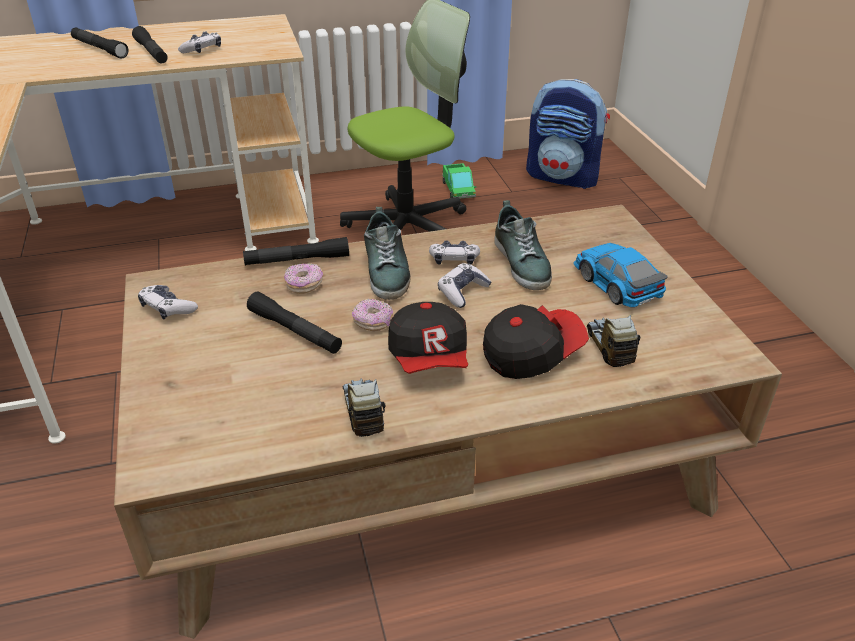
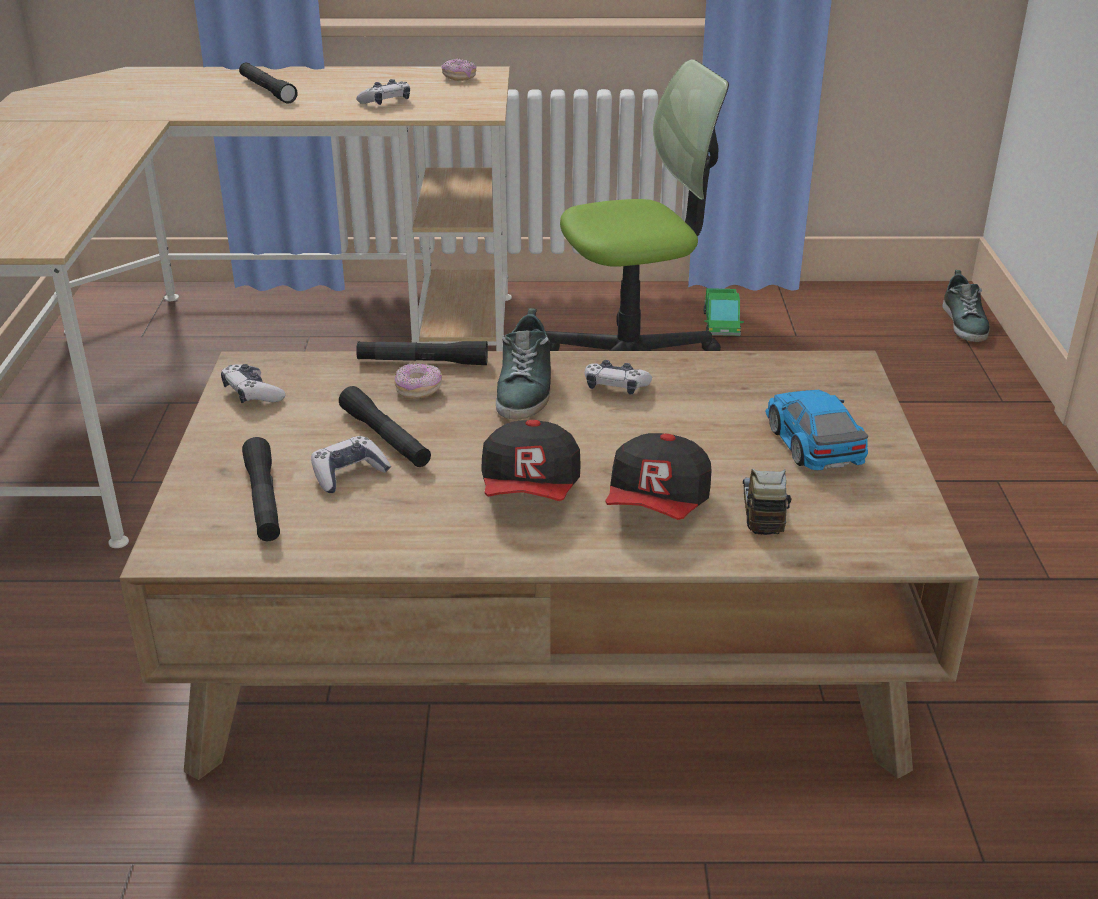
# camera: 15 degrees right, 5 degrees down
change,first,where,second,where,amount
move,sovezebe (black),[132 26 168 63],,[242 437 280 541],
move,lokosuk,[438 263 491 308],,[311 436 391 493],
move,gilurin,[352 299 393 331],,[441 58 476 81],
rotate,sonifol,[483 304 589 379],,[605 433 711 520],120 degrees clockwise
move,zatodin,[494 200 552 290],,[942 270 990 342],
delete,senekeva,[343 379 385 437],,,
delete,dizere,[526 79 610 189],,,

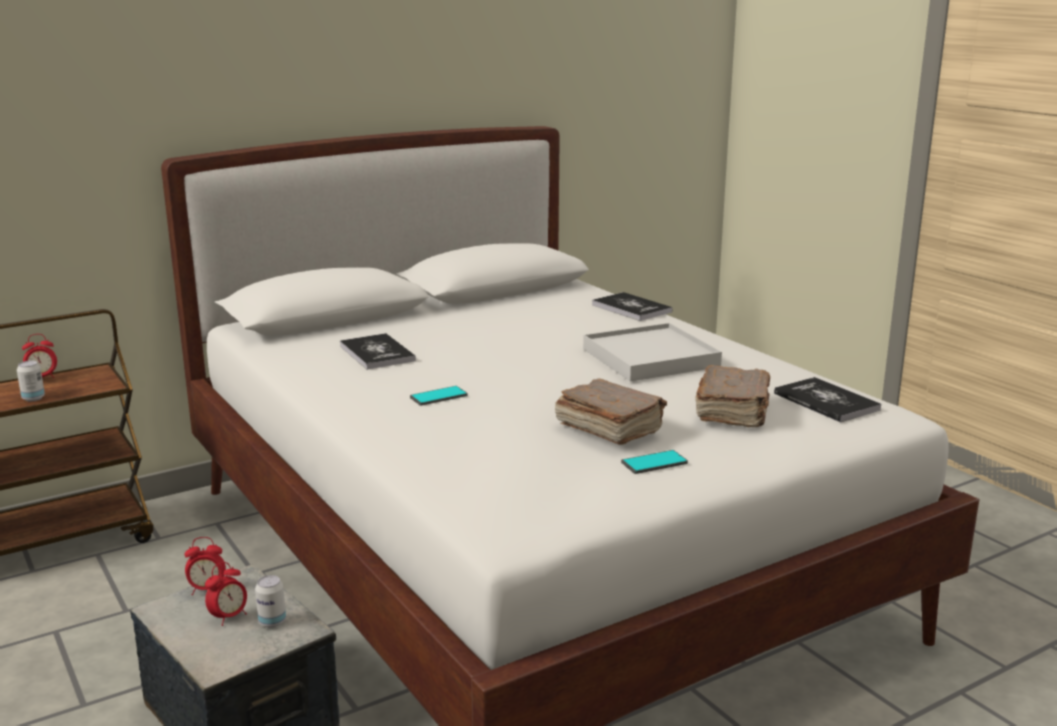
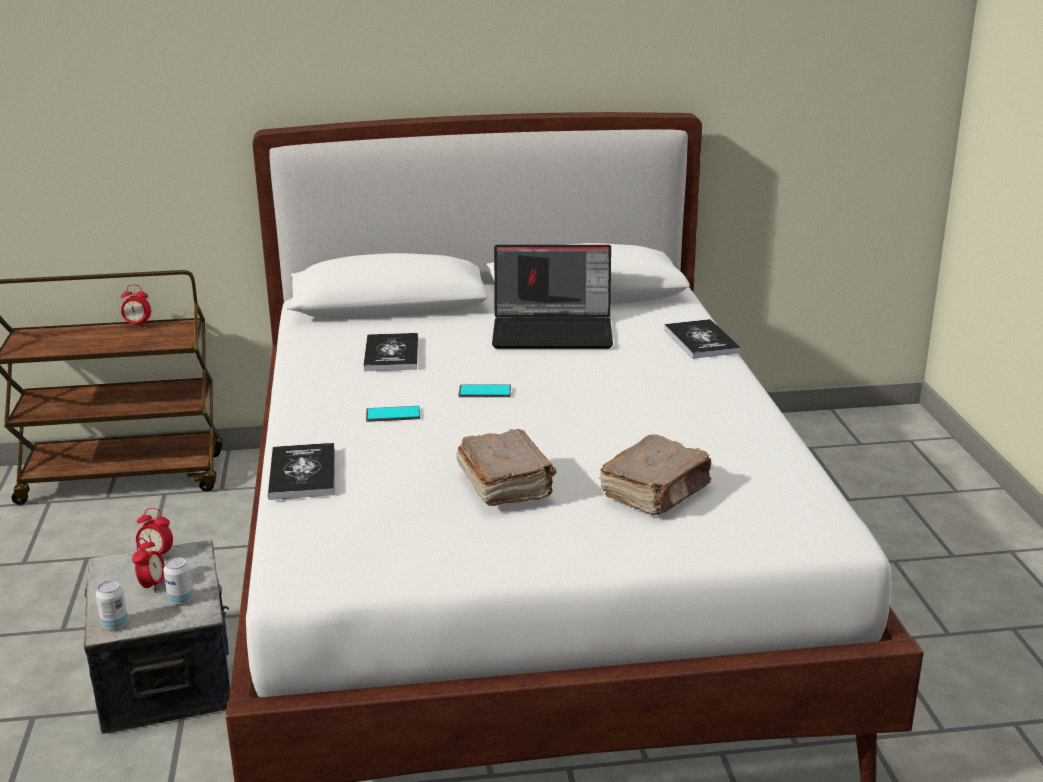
# camera: 25 degrees right, 5 degrees up
change,first,where,second,where,amount
move,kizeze,[17 360 45 401],,[96 581 128 630],
rotate,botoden,[205 562 247 626],,[132 538 165 593],60 degrees counterclockwise
move,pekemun,[774 377 882 422],,[268 443 335 500],
move,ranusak,[621 450 688 474],,[459 384 511 397],
insert,,,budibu,[492 245 613 349],
delete,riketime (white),[583 323 722 381],,,

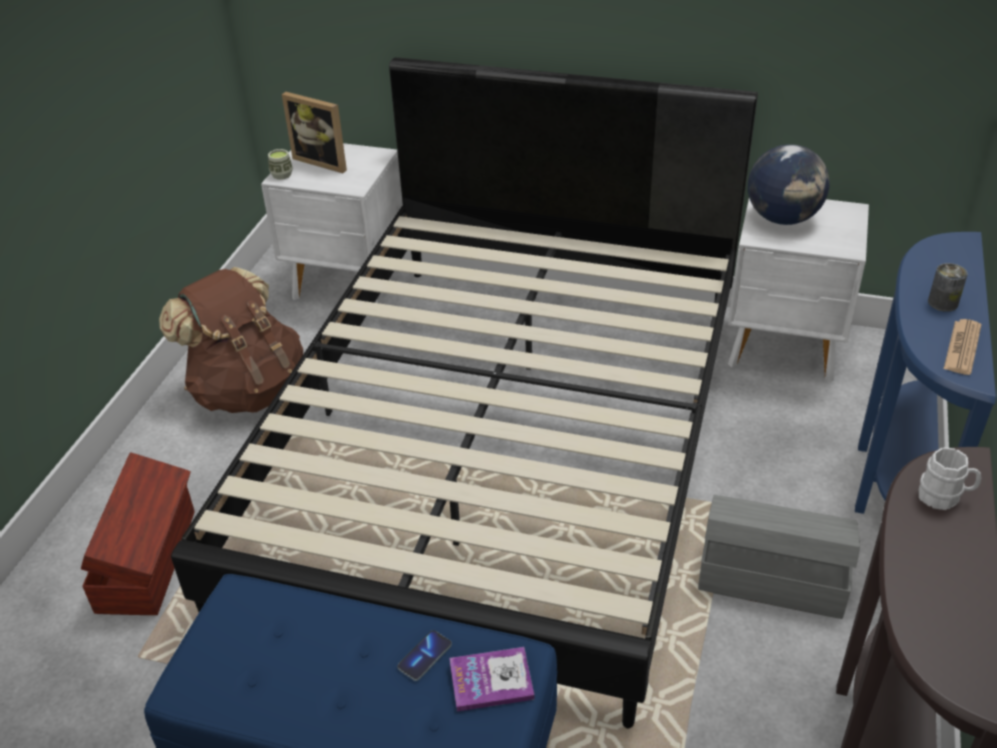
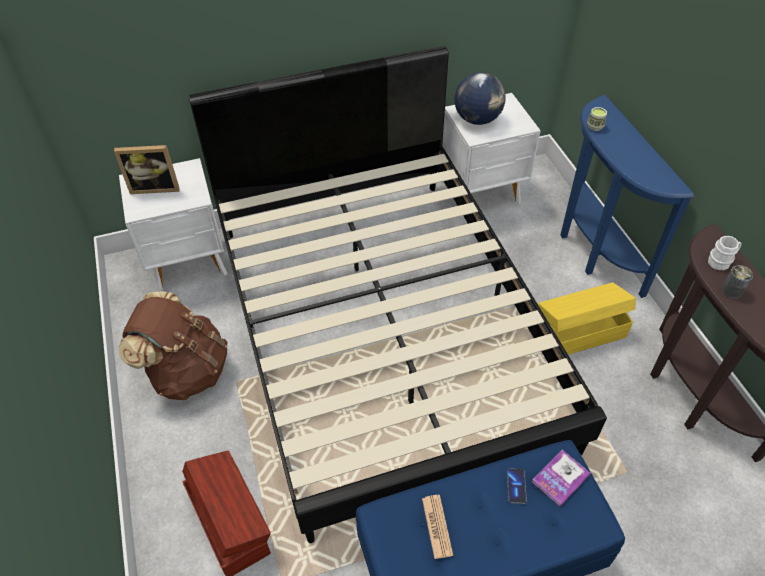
# camera: 35 degrees left, 10 degrees up
change,first,where,second,where,amount
move,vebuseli,[944 319 982 375],,[422 495 453 559],
recolor,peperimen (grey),[698 495 860 619],peperimen (yellow),[538 282 636 355],
move,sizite,[268 149 293 180],,[587 107 607 131],
move,kizeze,[928 263 968 312],,[721 265 753 299],

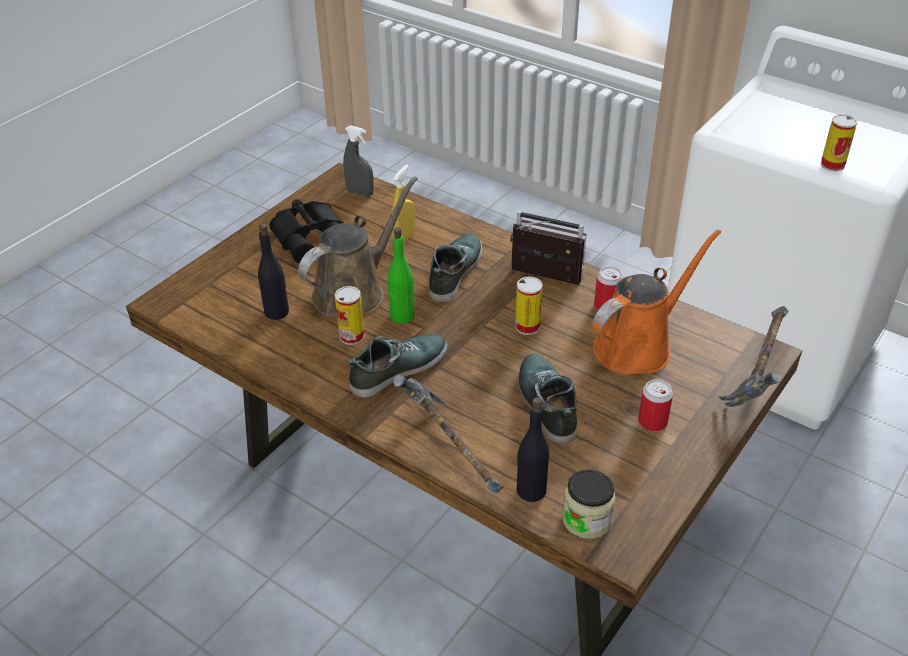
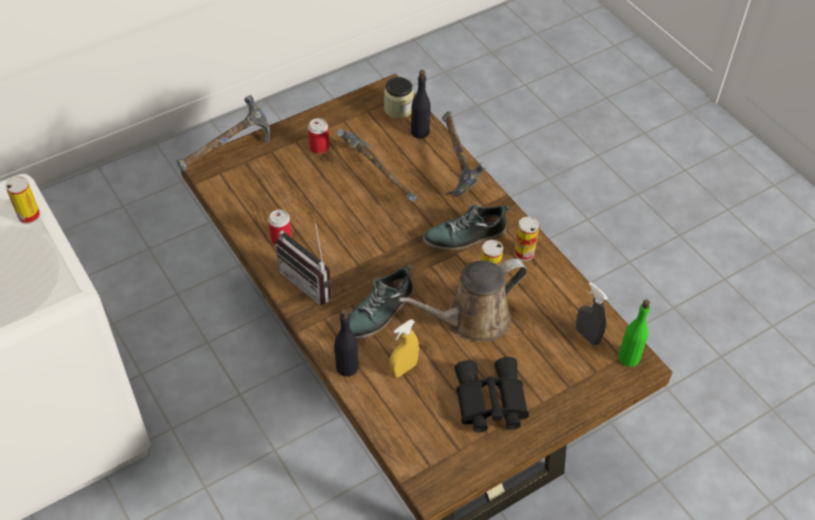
# camera: 160 degrees left, 10 degrees up
change,first,where,second,where,amount
move,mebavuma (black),[258 224 289 320],,[334 309 358 377],
replace,zatodin,[518 354 577 444],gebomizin,[336 129 418 202],
move,kizeze,[515 277 543 335],,[514 216 539 261],
move,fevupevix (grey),[343 125 374 197],,[576 282 608 345],
move,mebavuma (green),[388 227 415 324],,[618 300 650 367],
delete,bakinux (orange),[593 229 721 375],,,

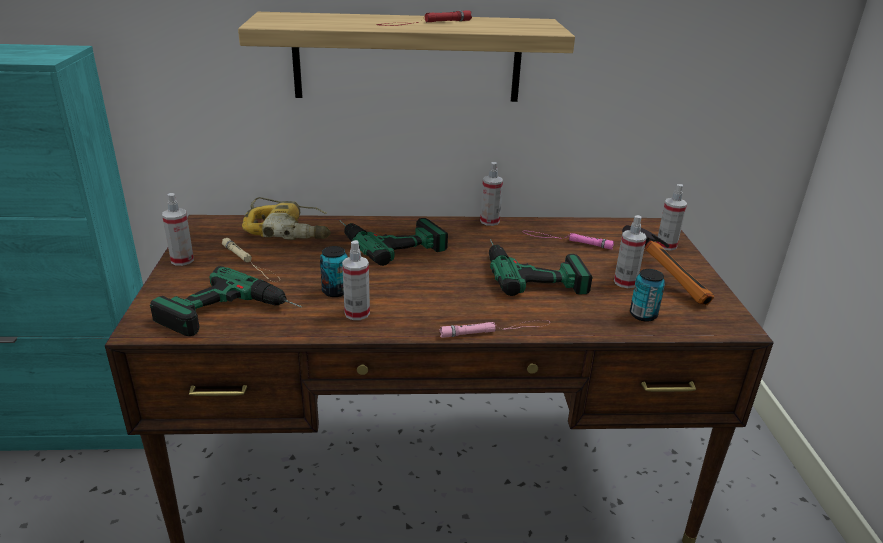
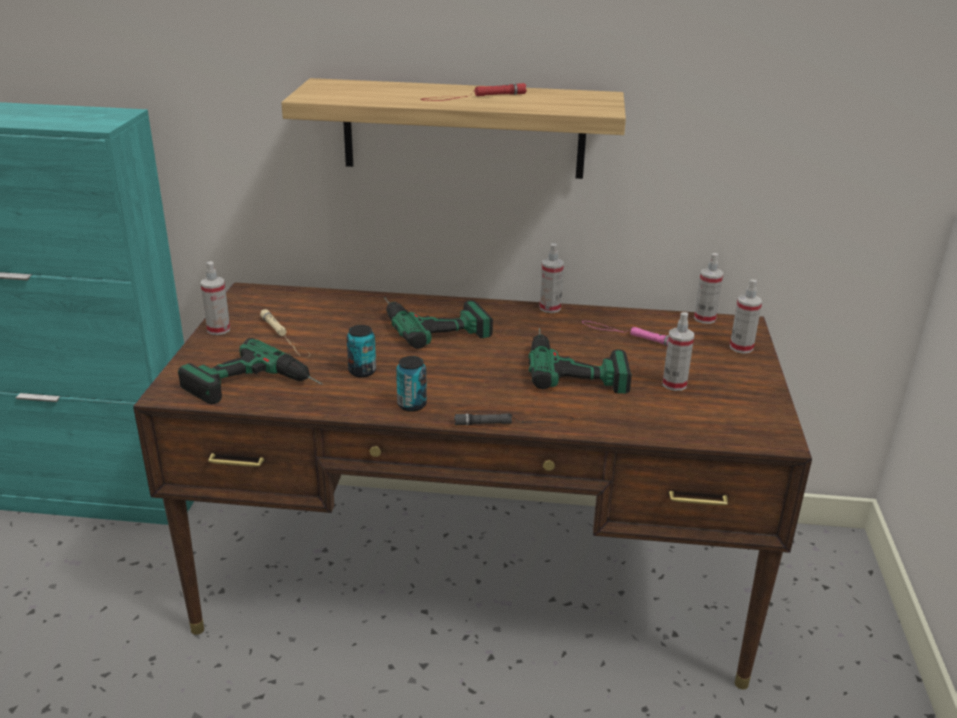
# camera: 10 degrees right, 0 degrees up
change,first,where,second,where,amount
move,kizeze,[630 269 665 322],,[396 356 427 412],
recolor,sovezebe (pink),[439 320 550 338],sovezebe (black),[454 413 573 426],
move,fevupevix,[342 240 370 320],,[694 253 723 324],
delete,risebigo,[242 197 331 240],,,
delete,gebomizin,[622 225 714 305],,,

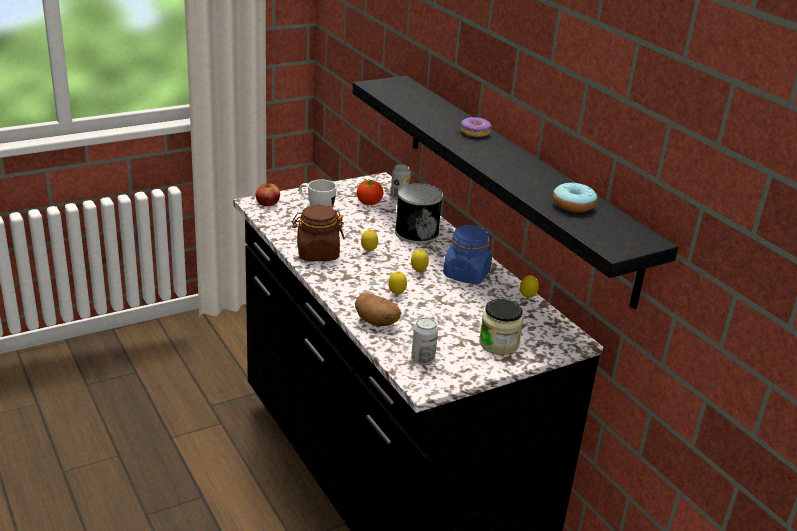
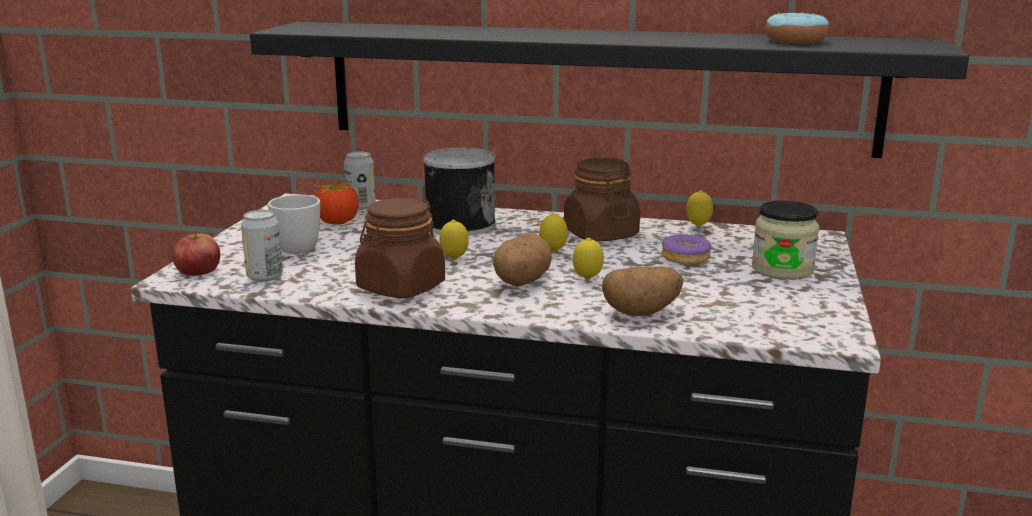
# camera: 45 degrees left, 10 degrees down
change,first,where,second,where,amount
move,kizeze,[411 317 438 365],,[241 210 283 282],
insert,,,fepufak,[493 233 552 287],
recolor,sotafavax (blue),[443 225 492 284],sotafavax (brown),[564 158 640 242],
move,gilurin,[461 117 492 137],,[662 234 711 265],

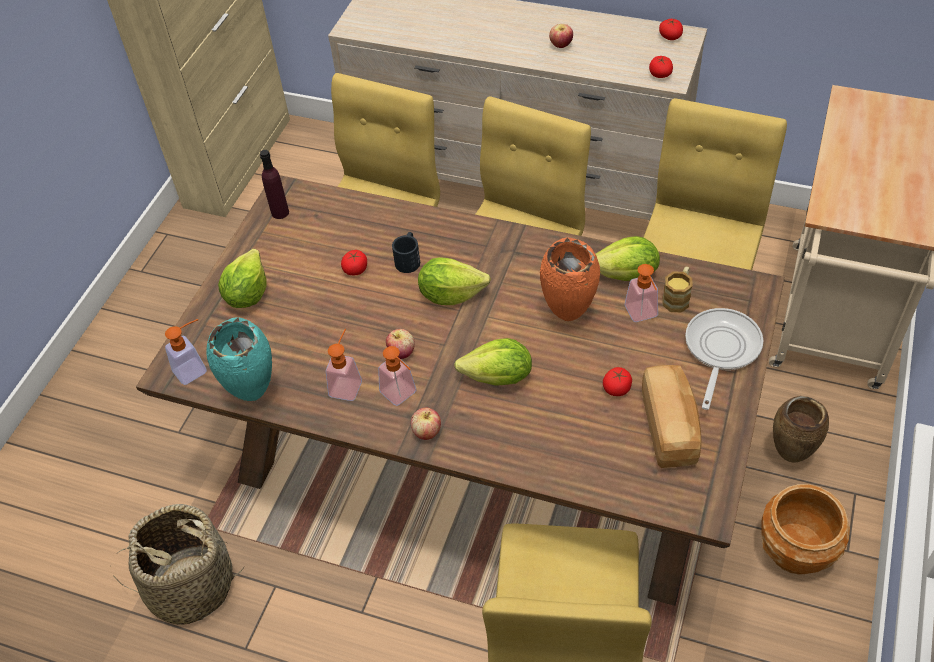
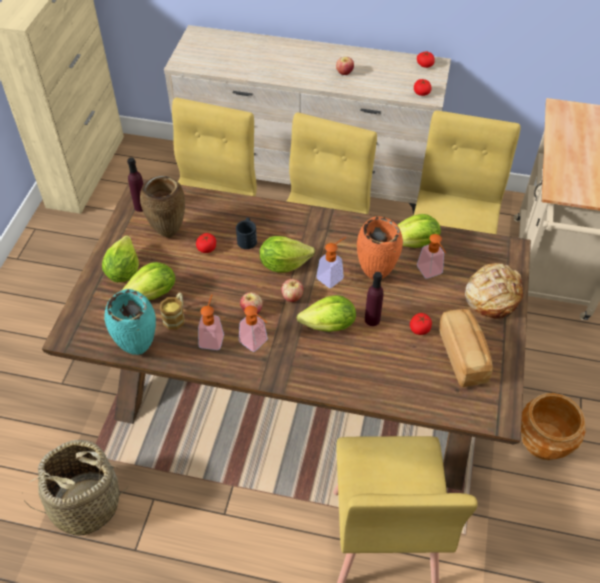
# camera: 10 degrees left, 0 degrees up
change,first,where,second,where,amount
insert,,,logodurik,[121 262 175 300],
move,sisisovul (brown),[773 396 829 462],,[140 176 185 238],
move,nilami,[662 266 693 312],,[160 292 185 329],
move,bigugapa,[411 408 441 440],,[281 279 303 302],
move,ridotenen,[165 319 207 385],,[316 237 346 288],
insert,,,mebavuma (purple),[365 272 384 326],
replace,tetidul,[685 308 763 410],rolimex,[465 263 523 319],

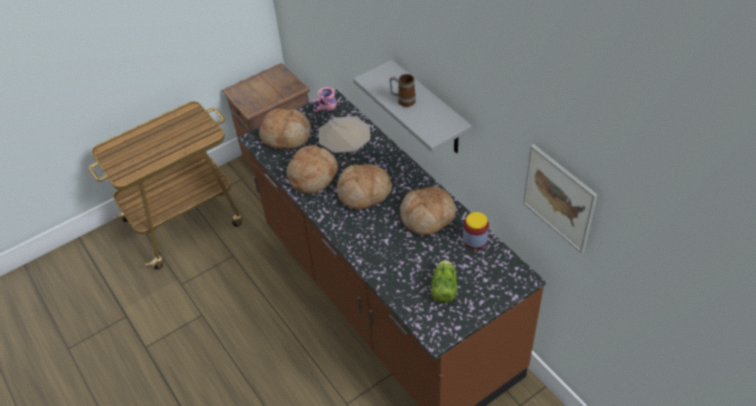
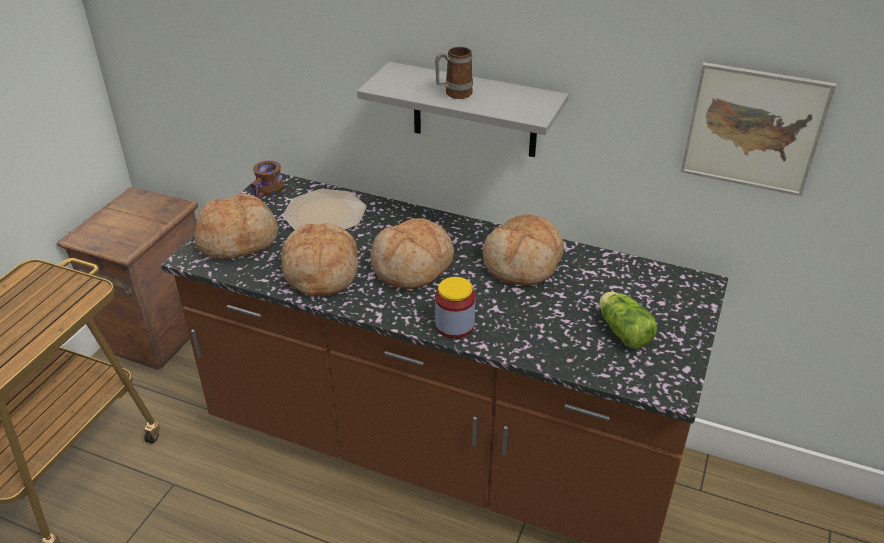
# camera: 35 degrees left, 10 degrees down
change,first,where,second,where,amount
recolor,nilami (pink),[312 87 337 112],nilami (brown),[251 161 284 199],
move,sotafavax,[463 212 489 249],,[435 277 475 338],

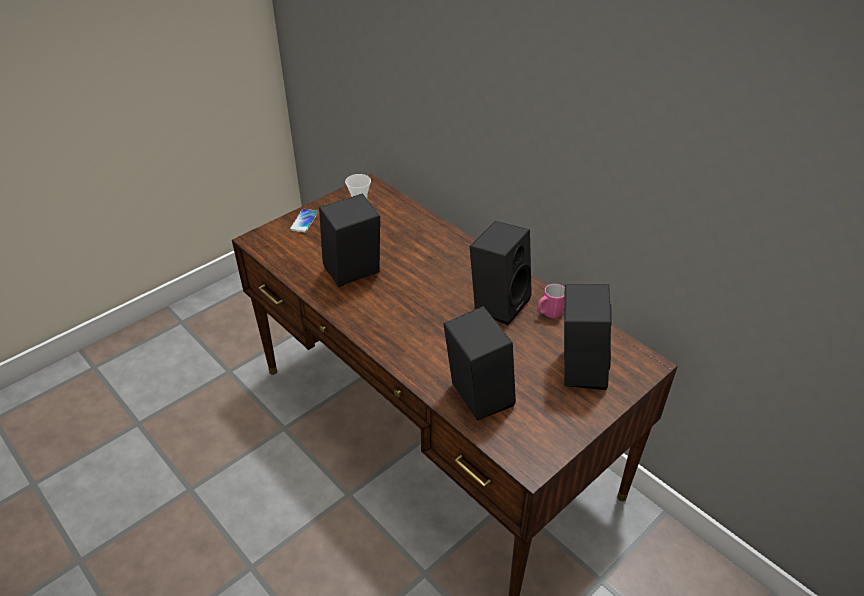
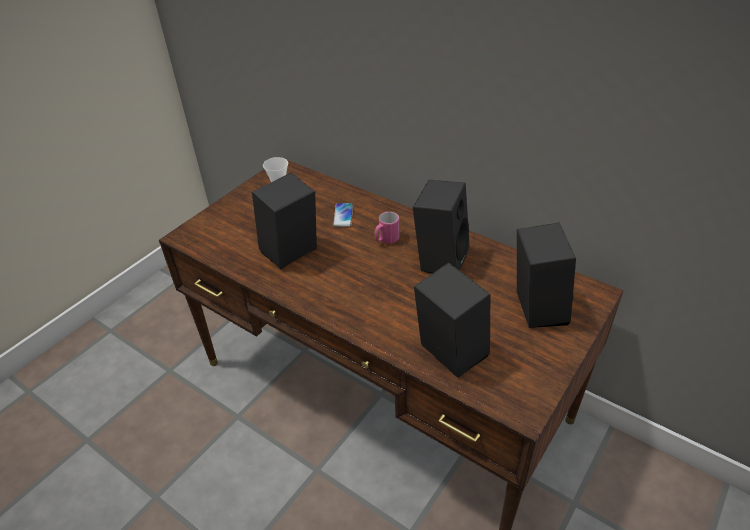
# camera: 10 degrees left, 0 degrees up
change,first,where,second,where,amount
move,ranusak,[290 209 318 233],,[333 203 353 227],
move,nilami (pink),[537 284 565 318],,[375 212 400 244],

